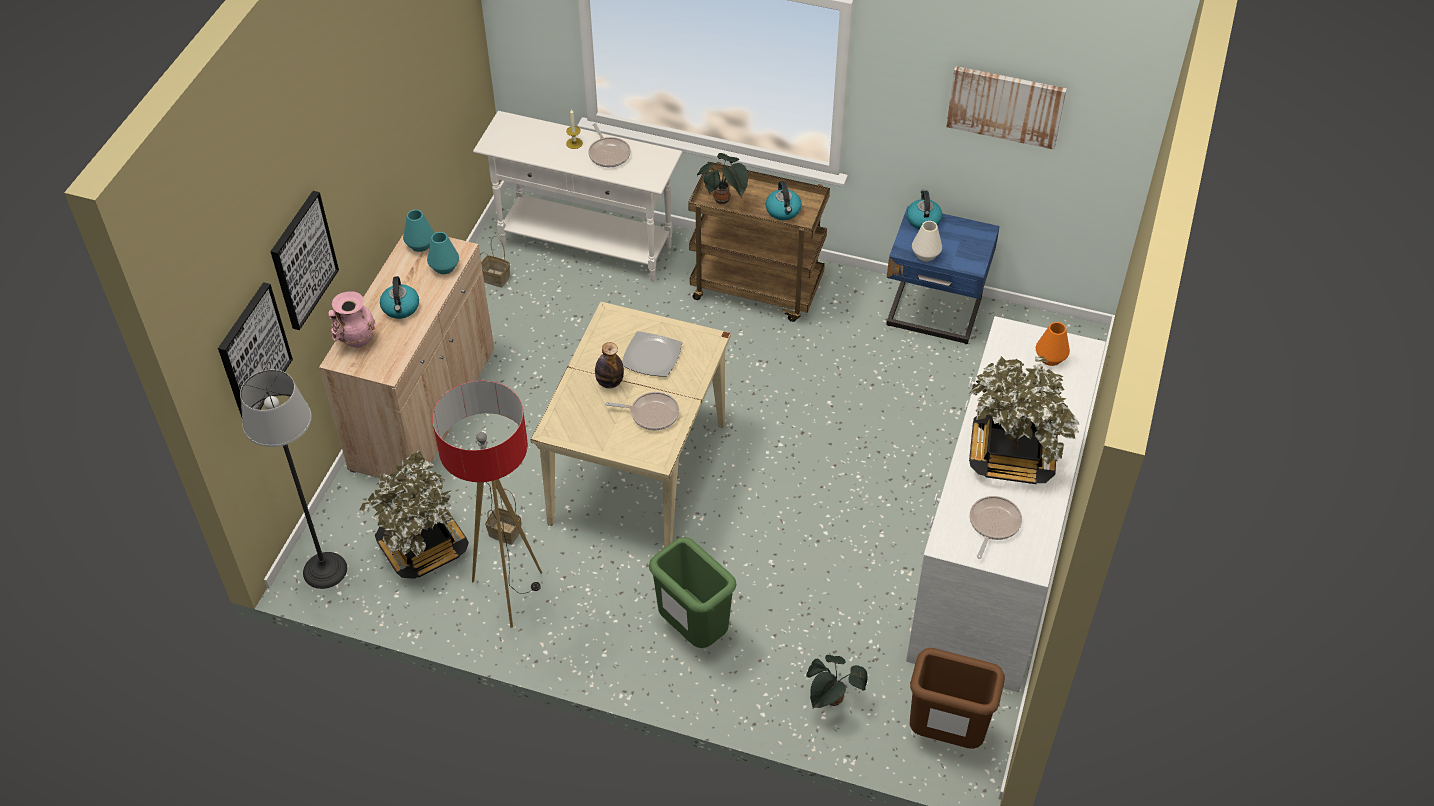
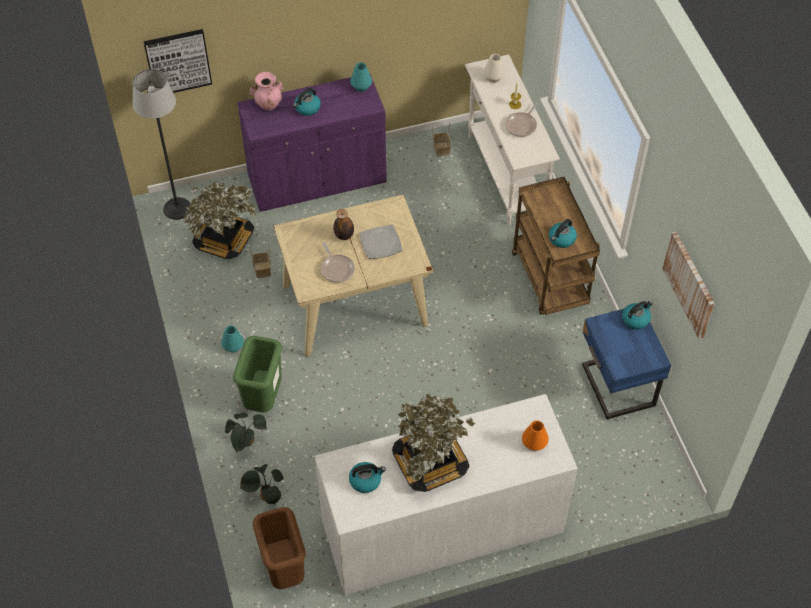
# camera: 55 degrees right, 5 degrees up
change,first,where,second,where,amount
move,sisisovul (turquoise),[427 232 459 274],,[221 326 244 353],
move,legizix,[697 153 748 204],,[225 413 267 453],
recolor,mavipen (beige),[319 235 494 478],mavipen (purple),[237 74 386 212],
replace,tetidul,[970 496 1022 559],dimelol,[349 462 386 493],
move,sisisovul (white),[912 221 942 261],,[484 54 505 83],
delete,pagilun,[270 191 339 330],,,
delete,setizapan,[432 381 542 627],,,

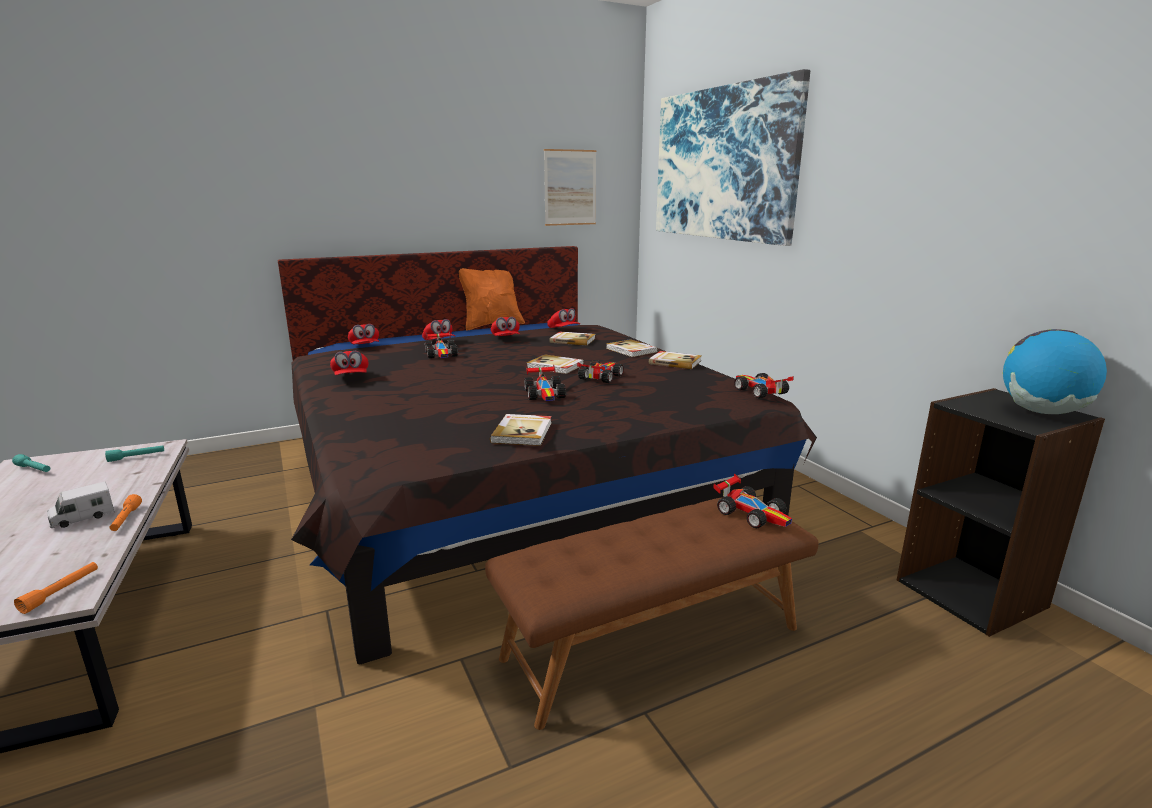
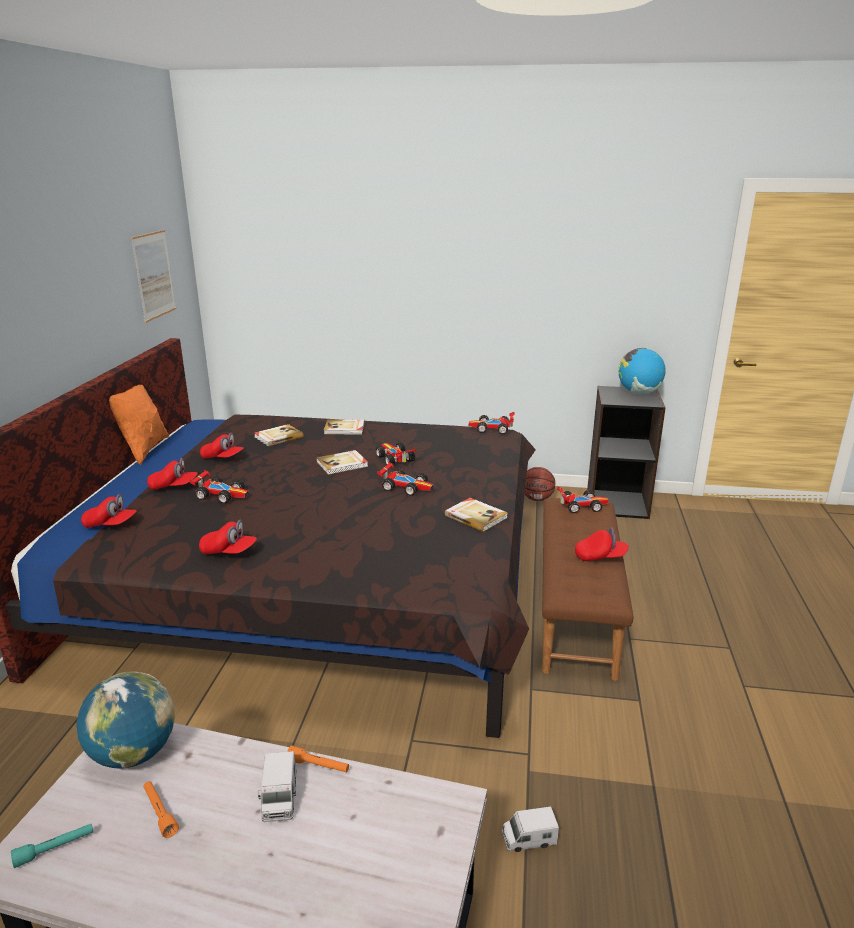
# camera: 55 degrees left, 5 degrees up
change,first,where,second,where,amount
replace,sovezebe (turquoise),[105 445 164 462],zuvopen,[76 672 175 769],
move,sovezebe (orange),[14 562 98 614],,[143 781 179 838],
insert,,,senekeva,[502 806 559 852],
insert,,,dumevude,[525 467 555 501],
move,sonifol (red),[547 308 580 328],,[575 527 629 561],
delete,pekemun,[649 351 702 369],,,
delete,pagilun,[656 69 810 246],,,

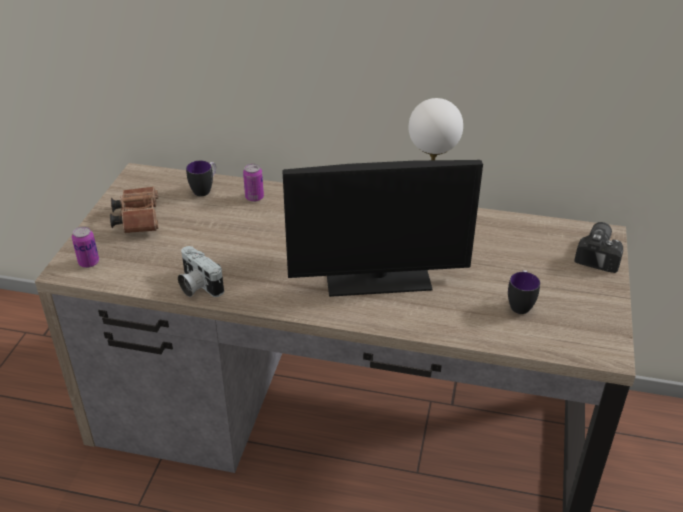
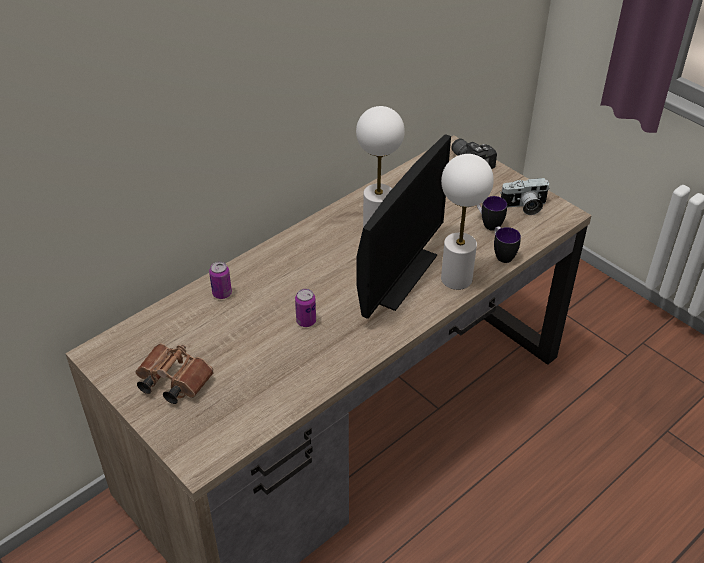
# camera: 55 degrees left, 5 degrees up
change,first,where,second,where,amount
move,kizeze,[72 226 99 268],,[295 289 316 327],
insert,,,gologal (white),[441 154 494 290],
move,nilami,[186 161 216 196],,[494 226 521 263],
move,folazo,[178 246 224 297],,[500 178 550 215],

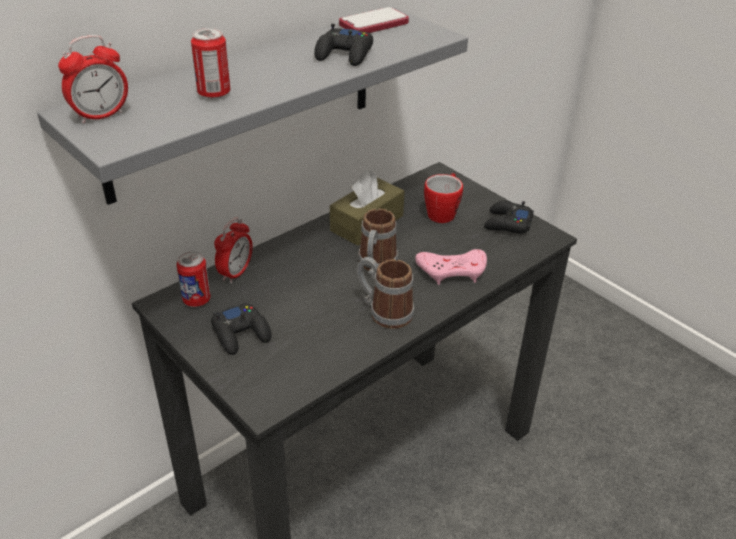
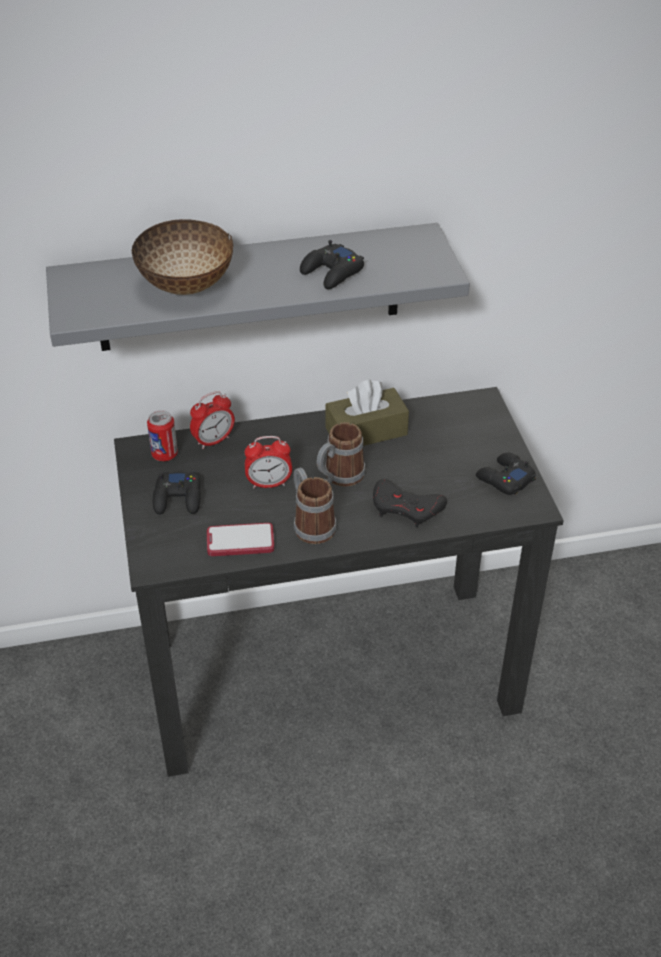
# camera: 30 degrees right, 5 degrees up
change,first,where,second,where,amount
replace,kizeze,[191 28 230 99],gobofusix,[131 219 233 295],
move,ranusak,[339 7 409 33],,[207 523 274 556],
move,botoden,[58 35 128 124],,[245 436 292 488],
recolor,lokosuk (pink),[415 249 487 285],lokosuk (black),[373 479 447 527],
delete,nilami,[424 173 463 223],,,

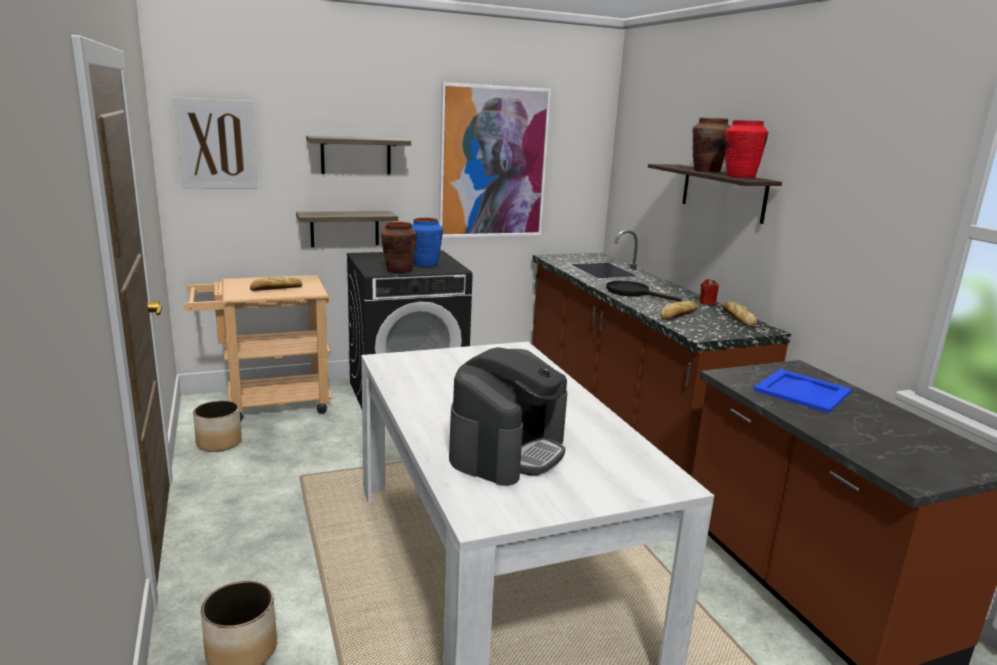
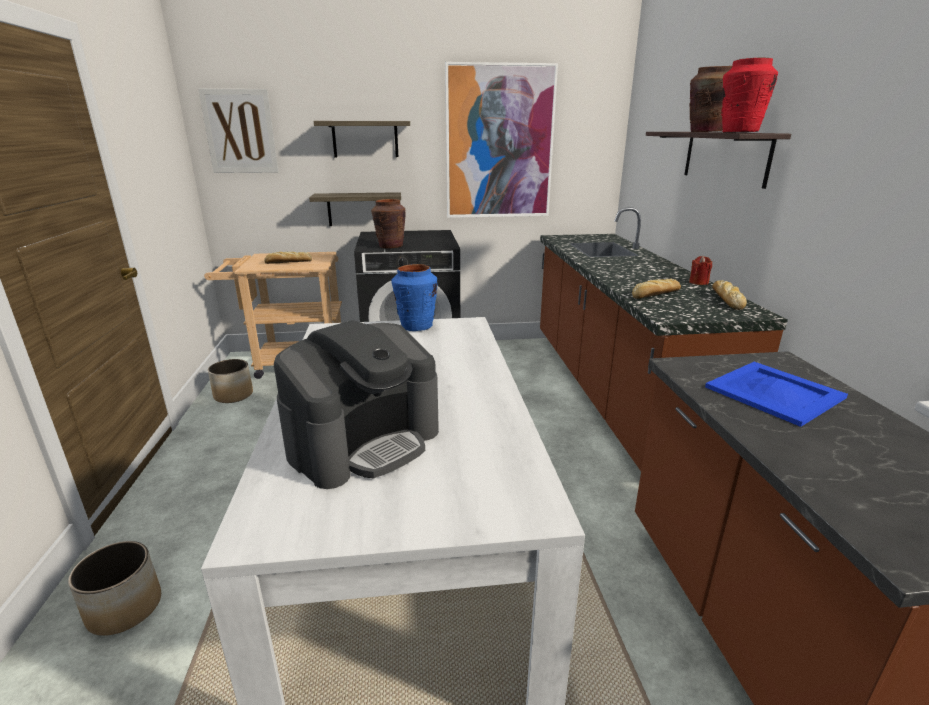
# camera: 15 degrees right, 5 degrees up
change,first,where,second,where,amount
move,sisisovul (blue),[412 218 443 267],,[392 264 437 331],
delete,tetidul (black),[606 281 682 302],,,

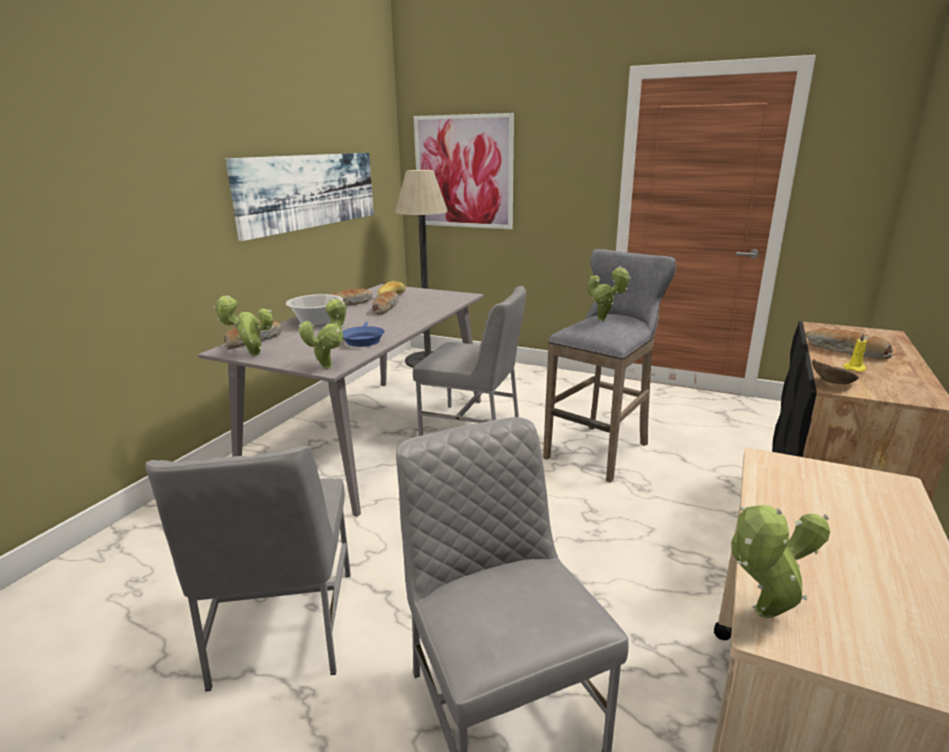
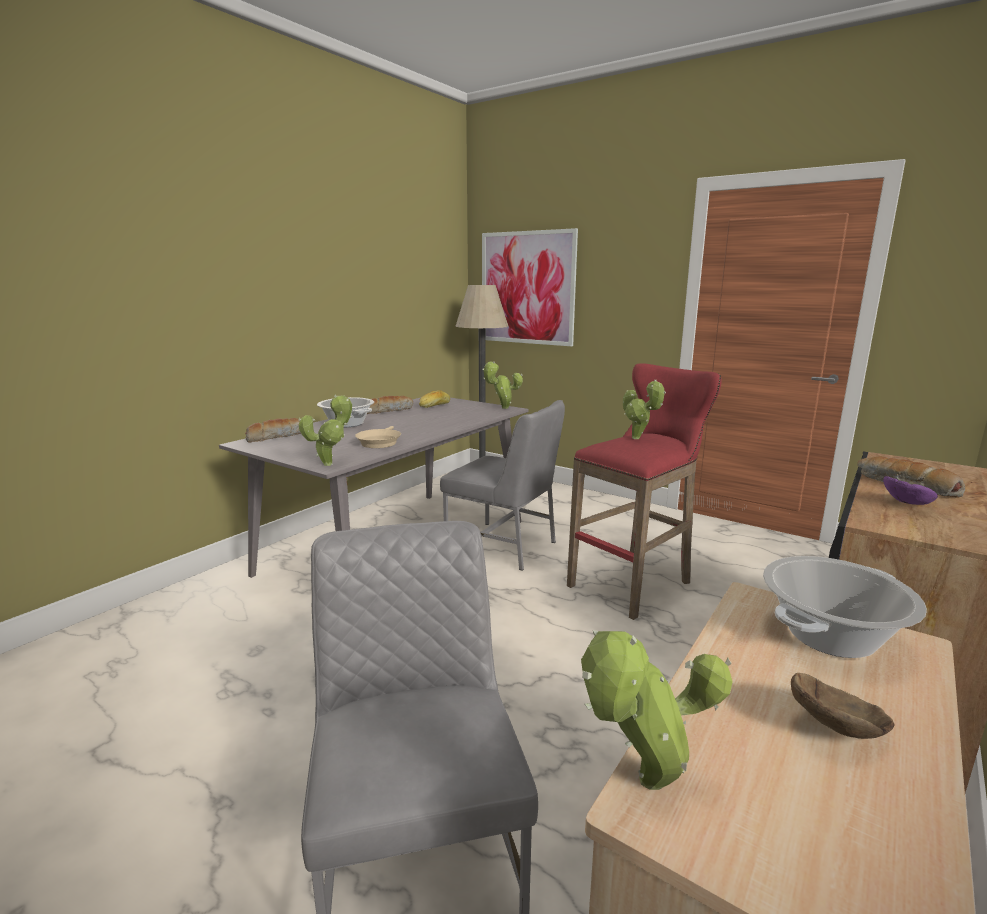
# camera: 10 degrees right, 5 degrees down
change,first,where,second,where,amount
recolor,tetidul (blue),[342 322 385 347],tetidul (beige),[355 426 401 448],
move,legizix,[214 296 273 356],,[482 361 523 409],
recolor,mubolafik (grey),[543 249 676 483],mubolafik (red),[567 363 722 620],
insert,,,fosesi,[763 556 927 658],
move,gobofusix (brown),[812 359 859 384],,[791 673 894 739],
replace,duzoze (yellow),[843 333 866 372],gobofusix (purple),[883 476 939 505],
delete,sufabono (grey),[145 446 351 691],,,
delete,pagilun,[226 153 374 241],,,
delete,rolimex,[372 291 399 315],,,

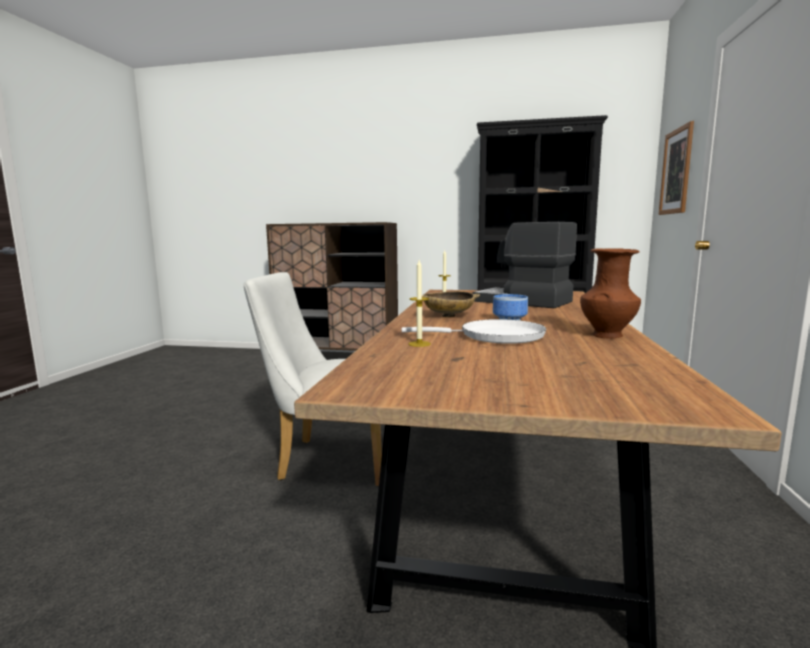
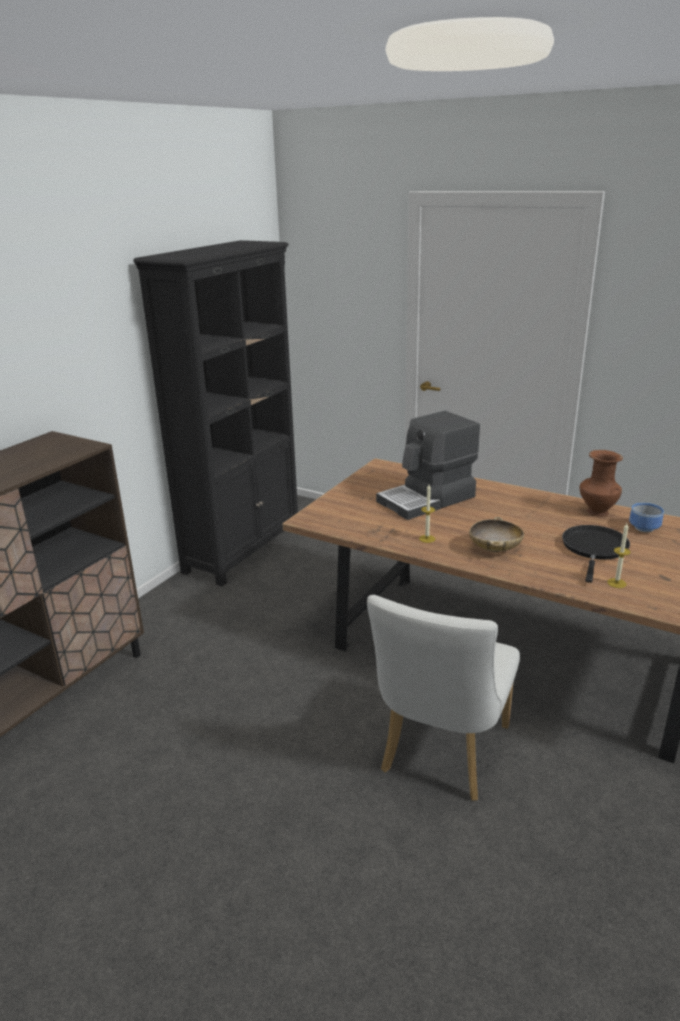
# camera: 70 degrees left, 15 degrees up
change,first,where,second,where,amount
recolor,tetidul (white),[401 319 546 344],tetidul (black),[562 525 630 583],
move,gobofusix,[493 294 528 320],,[629 503 664 532],
delete,pagilun,[659 121 694 215],,,

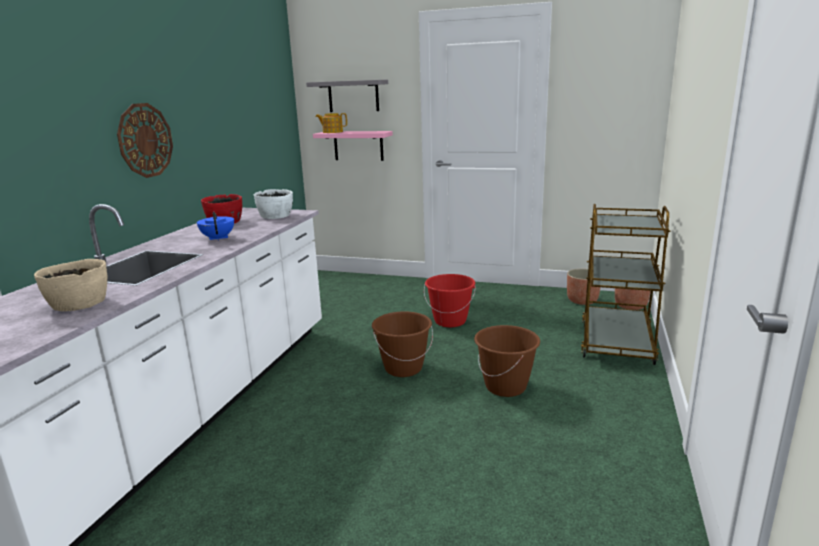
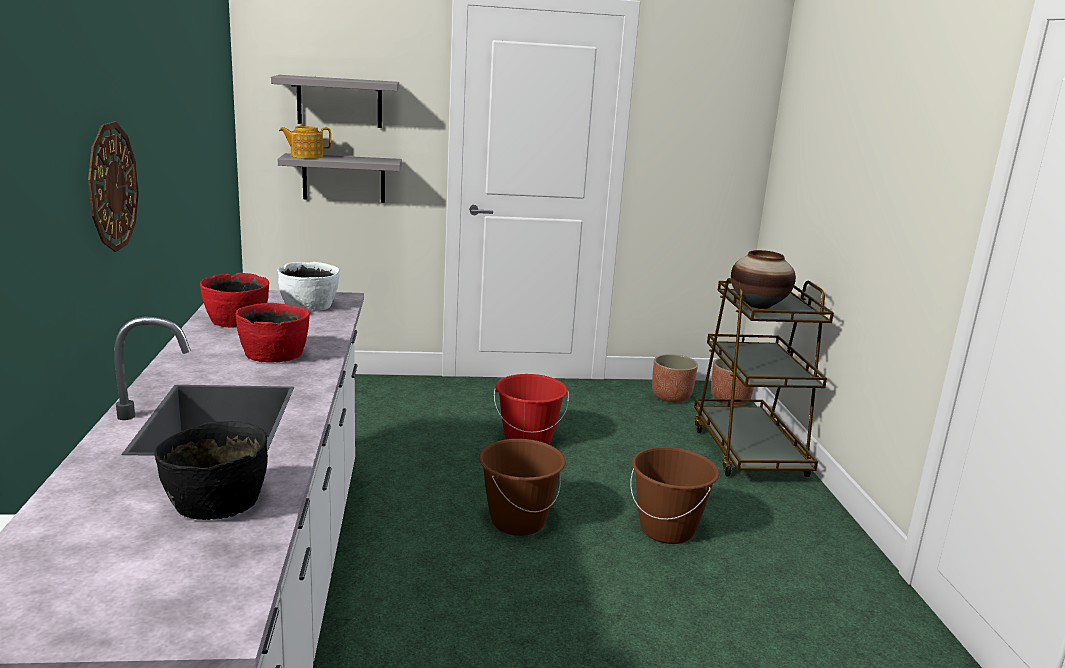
# camera: 25 degrees left, 0 degrees up
change,first,where,second,where,amount
recolor,gobofusix (beige),[34 259 107 311],gobofusix (black),[154 421 268 520],
replace,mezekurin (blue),[197 212 234 241],gobofusix (red),[236 303 310 362],
recolor,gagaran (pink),[313 131 393 161],gagaran (grey),[278 153 402 203],
insert,,,sisisovul,[731 250 796 309],

